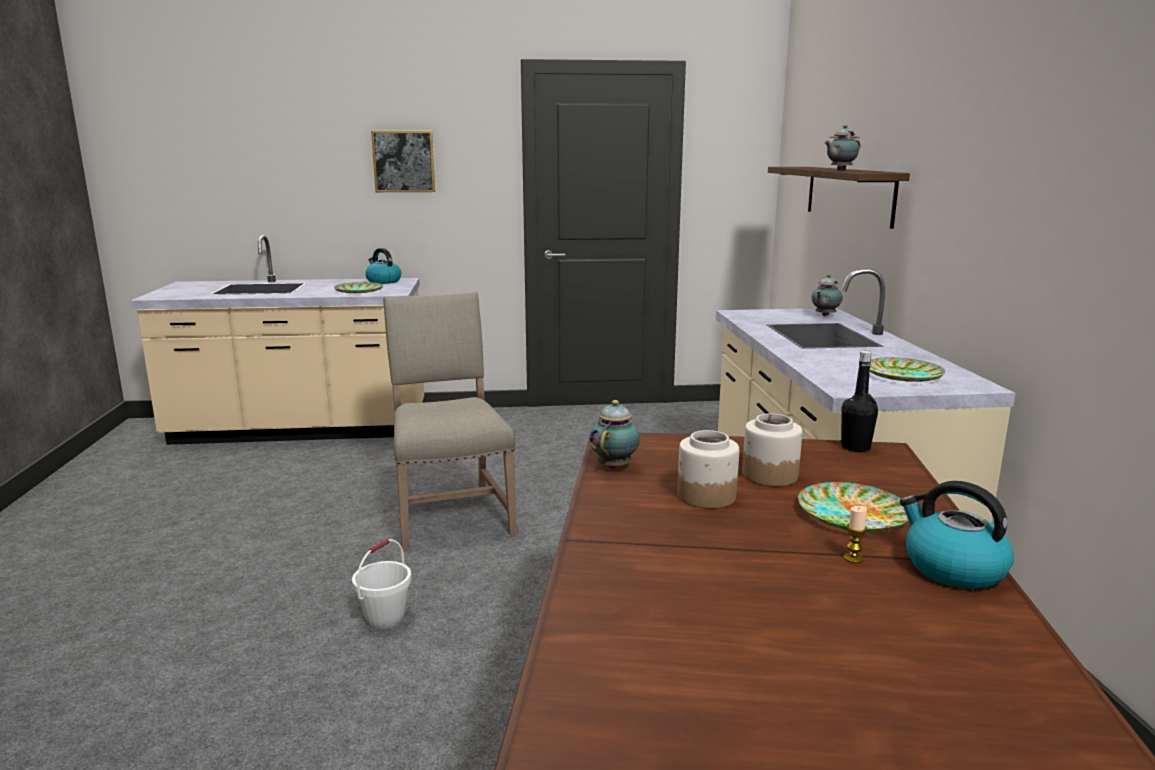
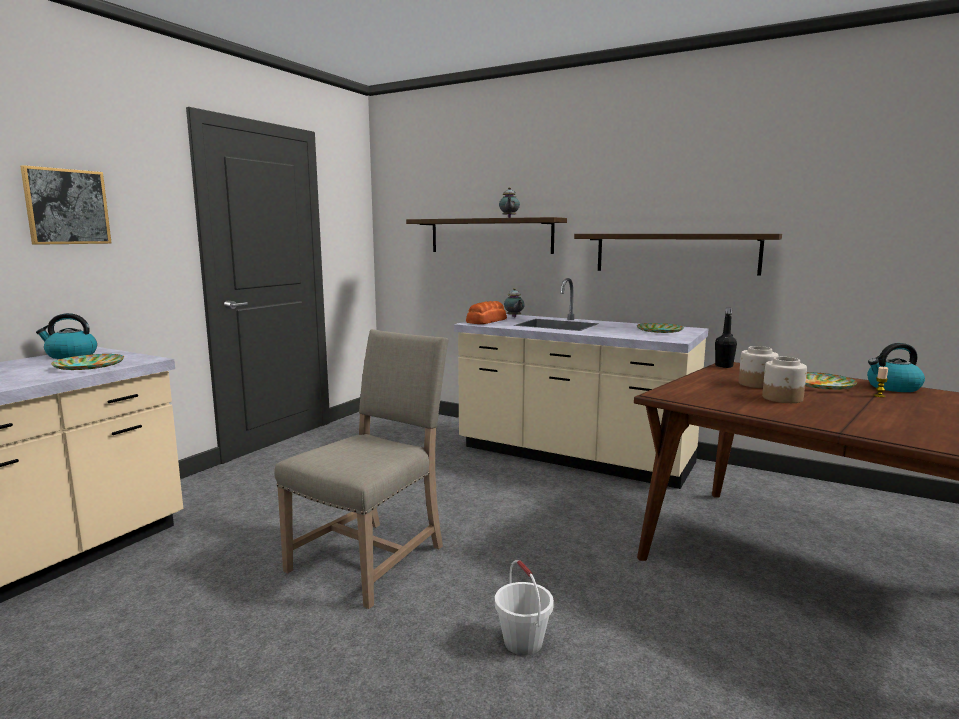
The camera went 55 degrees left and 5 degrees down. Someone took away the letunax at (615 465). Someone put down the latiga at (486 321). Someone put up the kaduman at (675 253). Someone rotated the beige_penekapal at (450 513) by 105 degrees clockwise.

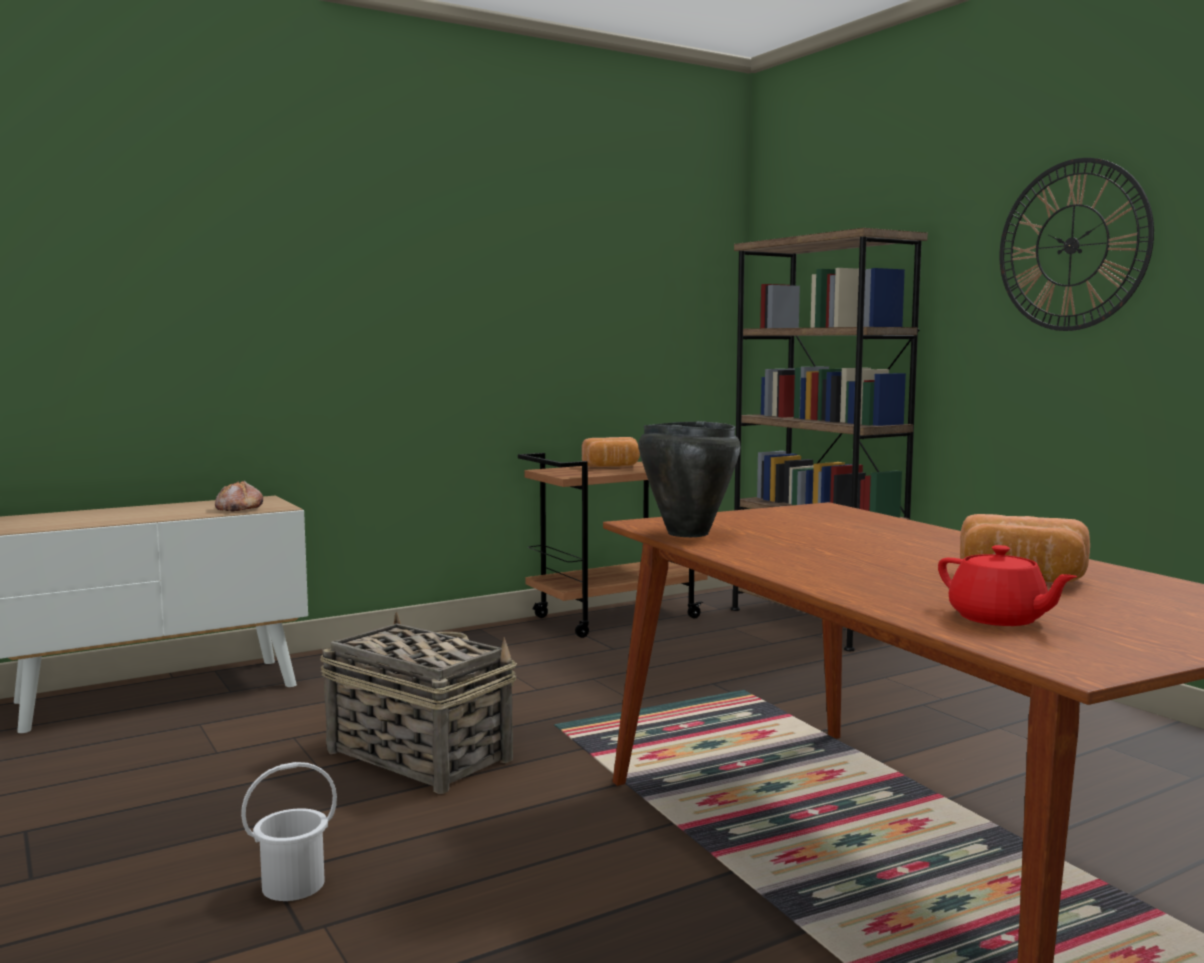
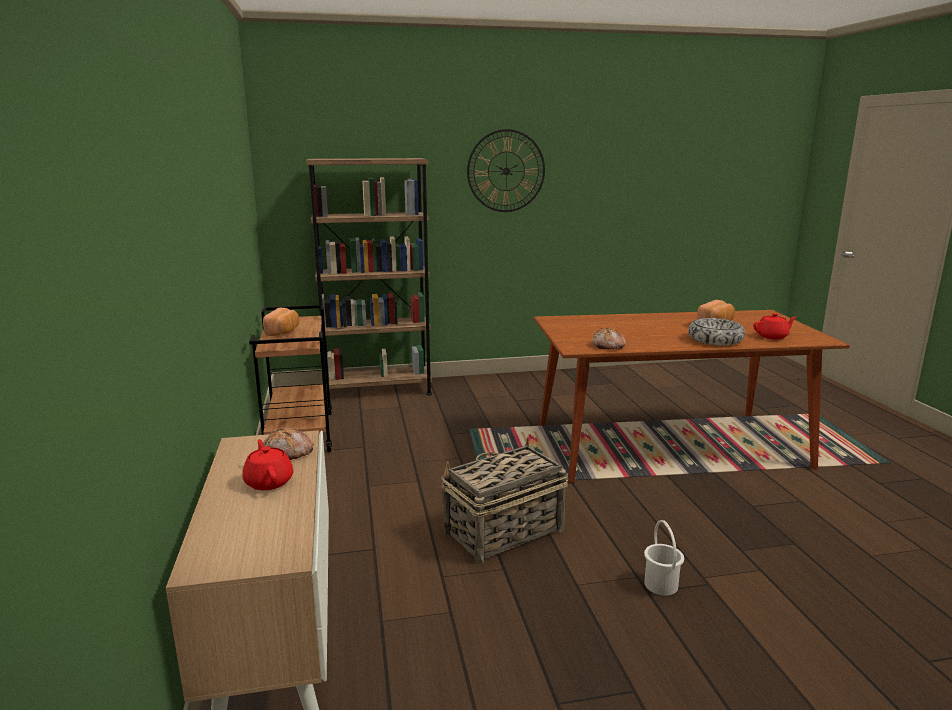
The camera went 70 degrees left and 10 degrees up. Someone put down the red_letunax at (269 481). Someone put down the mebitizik at (715 340). Someone swapped the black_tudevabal at (687 533) for the latiga at (608 346).

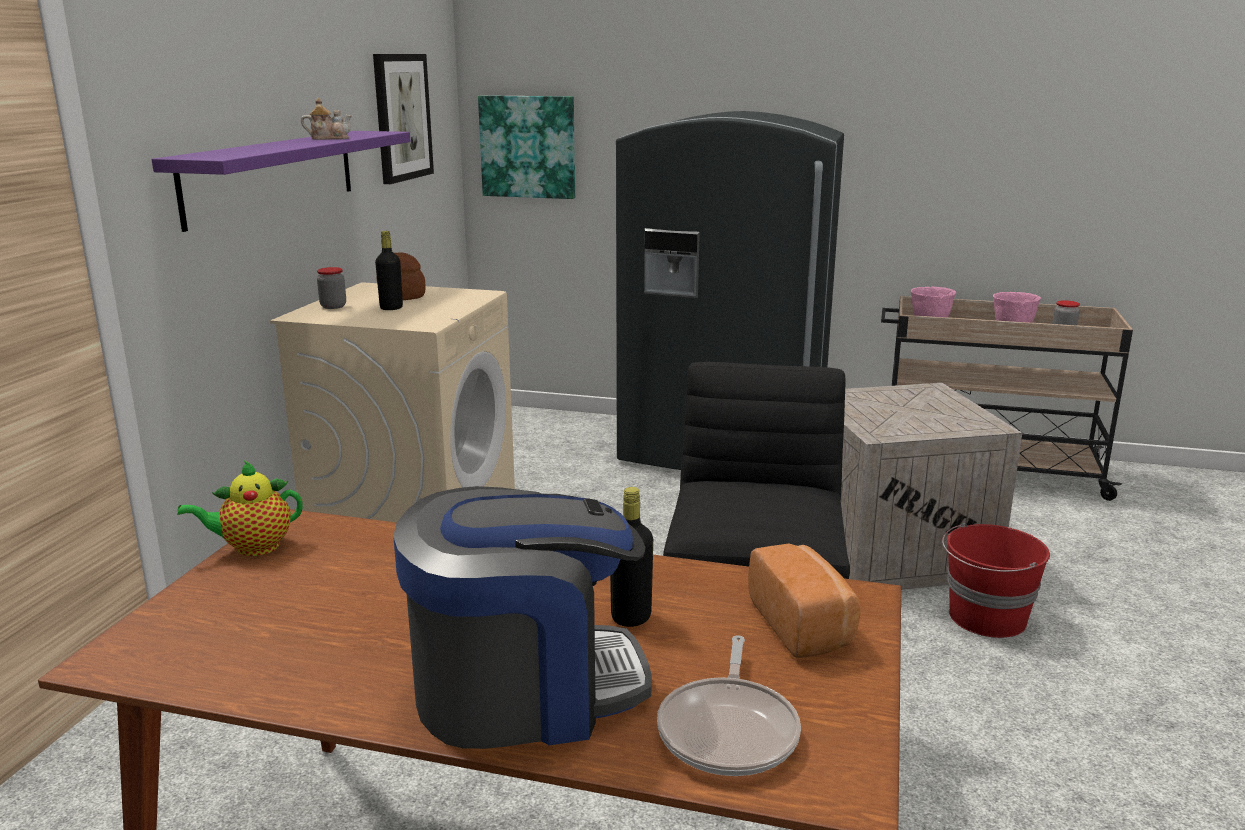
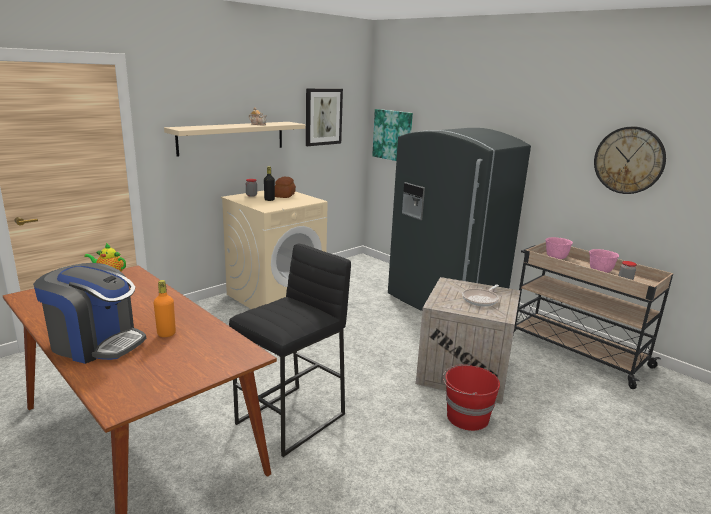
The camera went 30 degrees right and 0 degrees up. Someone took away the latiga at (803 625). Someone put up the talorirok at (629 160). Someone carried the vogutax from (729 730) to (481 299). Someone repainted the purple_kaduman at (272 175), which became the beige_kaduman at (232 138). Someone repainted the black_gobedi at (631 617), which became the orange_gobedi at (166 334).

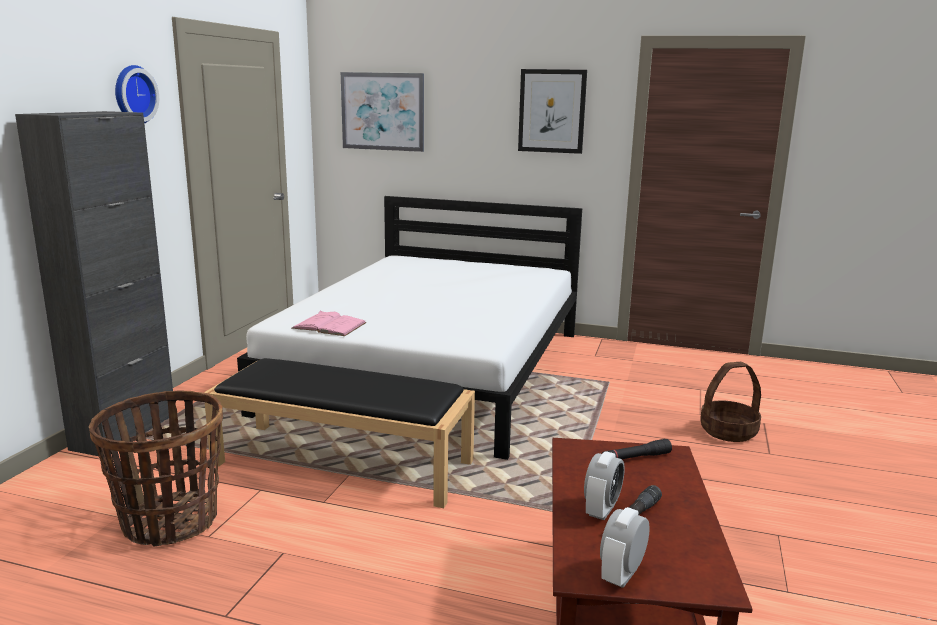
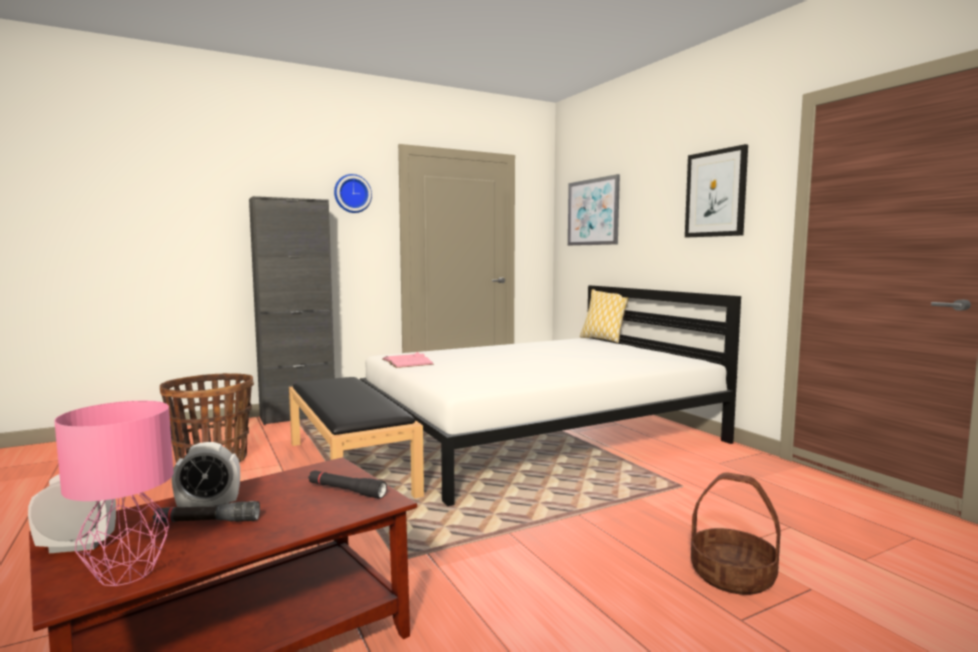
The camera went 45 degrees right and 10 degrees down. Someone put down the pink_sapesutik at (124 573). Someone put down the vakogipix at (603 340).

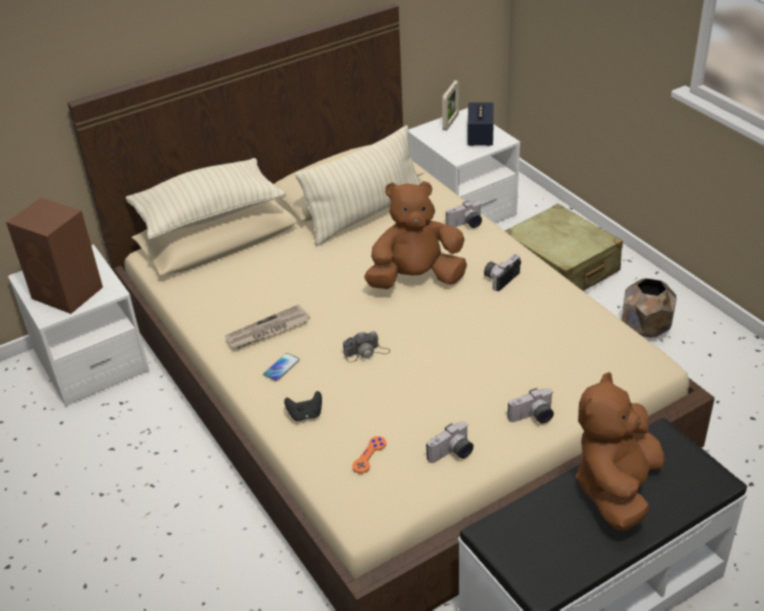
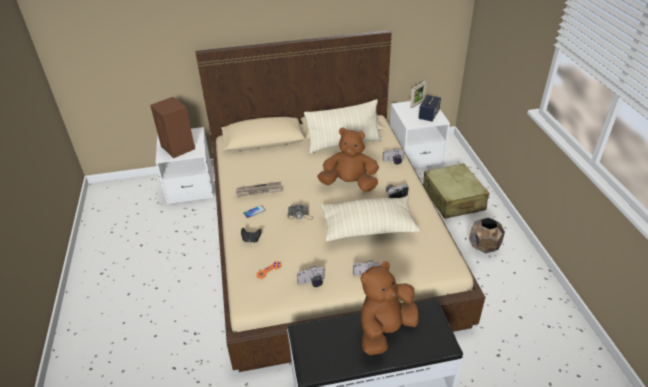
The camera went 20 degrees right and 0 degrees up. Someone carried the beige_vakogipix from (208 214) to (368 228).

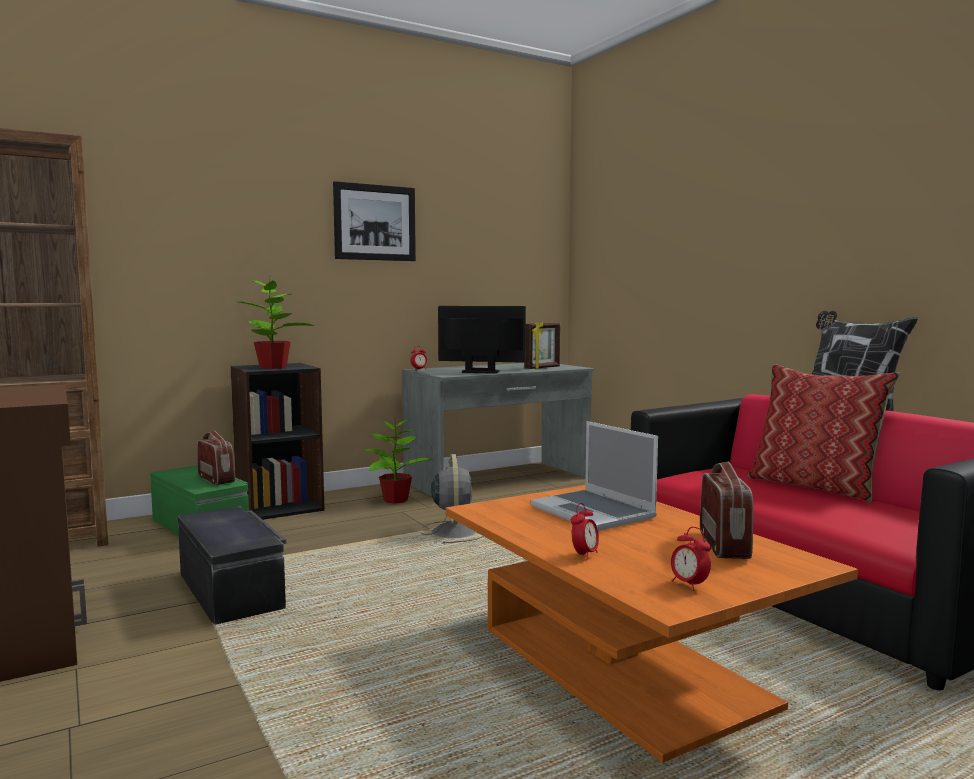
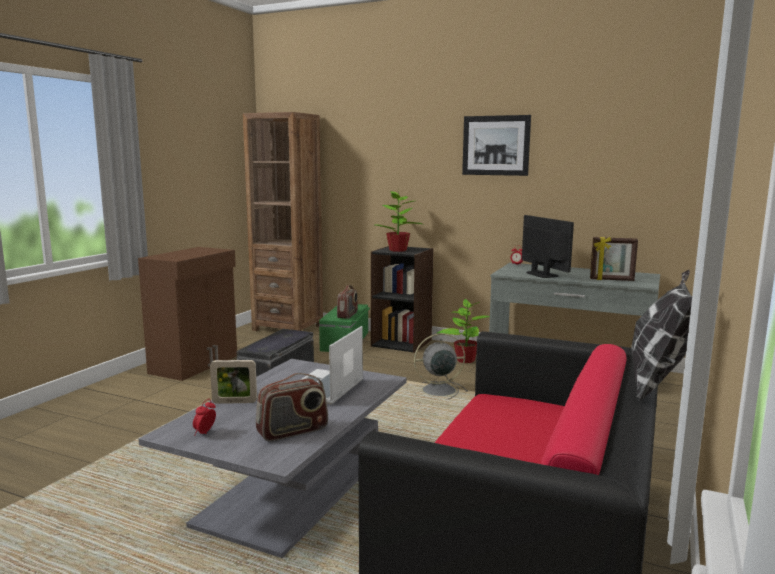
The camera went 55 degrees right and 5 degrees up. Someone took away the vakogipix at (815 486). Someone swapped the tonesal at (584 555) for the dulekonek at (234 402). Someone repainted the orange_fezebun at (622 667), which became the grey_fezebun at (291 492). Someone rotated the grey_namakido at (453 531) by 150 degrees counterclockwise.

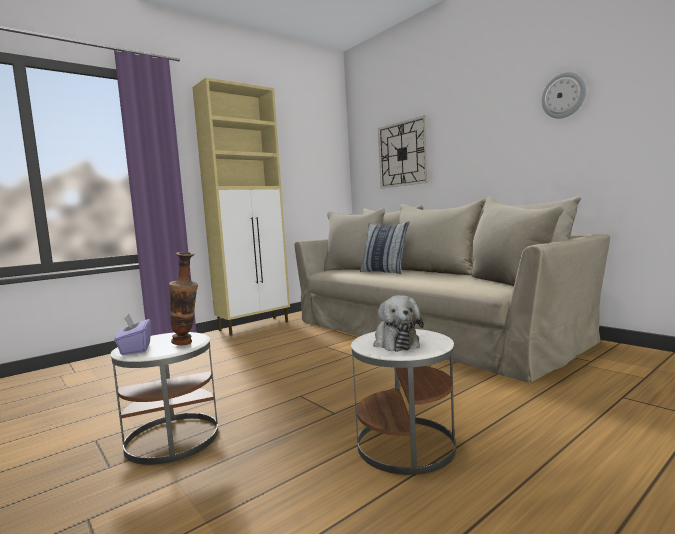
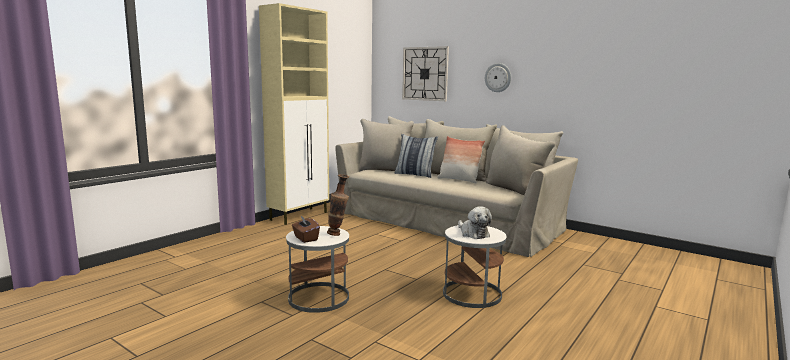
The camera went 15 degrees left and 5 degrees up. Someone put down the vakogipix at (459 180). Someone carried the talorirok from (563 95) to (498 77). Someone repainted the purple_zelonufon at (135 349), which became the brown_zelonufon at (305 238).

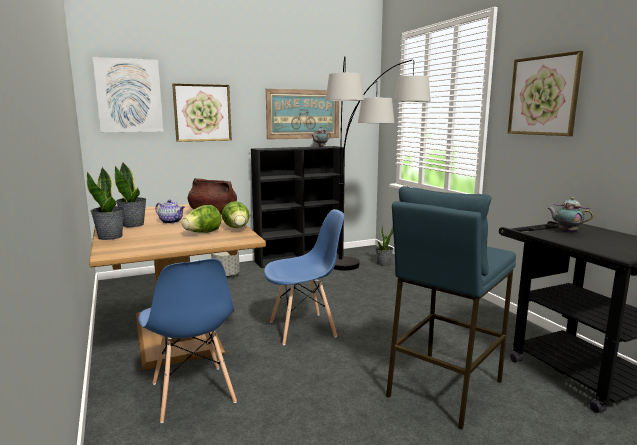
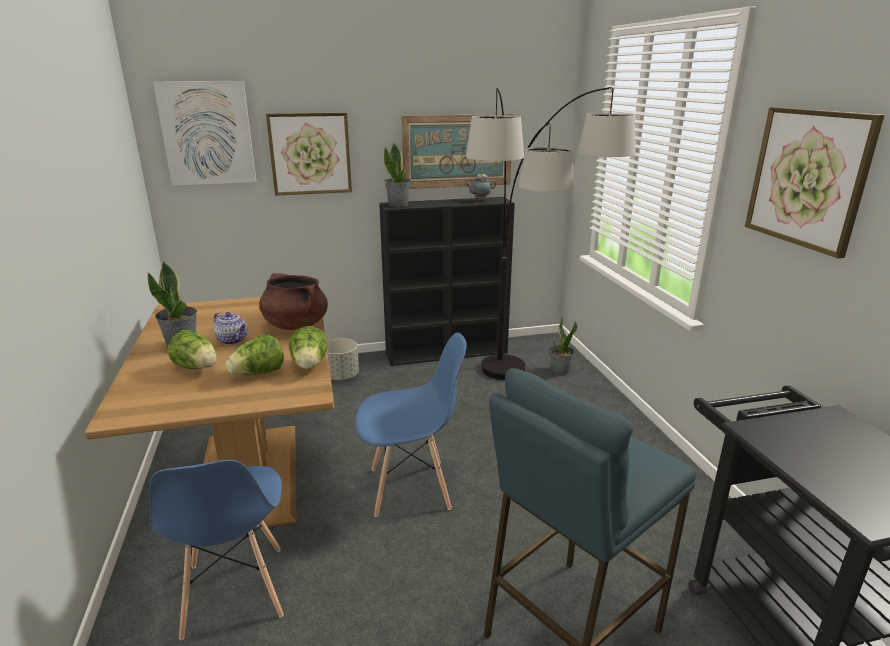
The camera went 10 degrees right and 10 degrees up. Someone took away the letunax at (566 231). Someone put down the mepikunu at (197 367). Someone carried the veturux from (110 237) to (398 205).

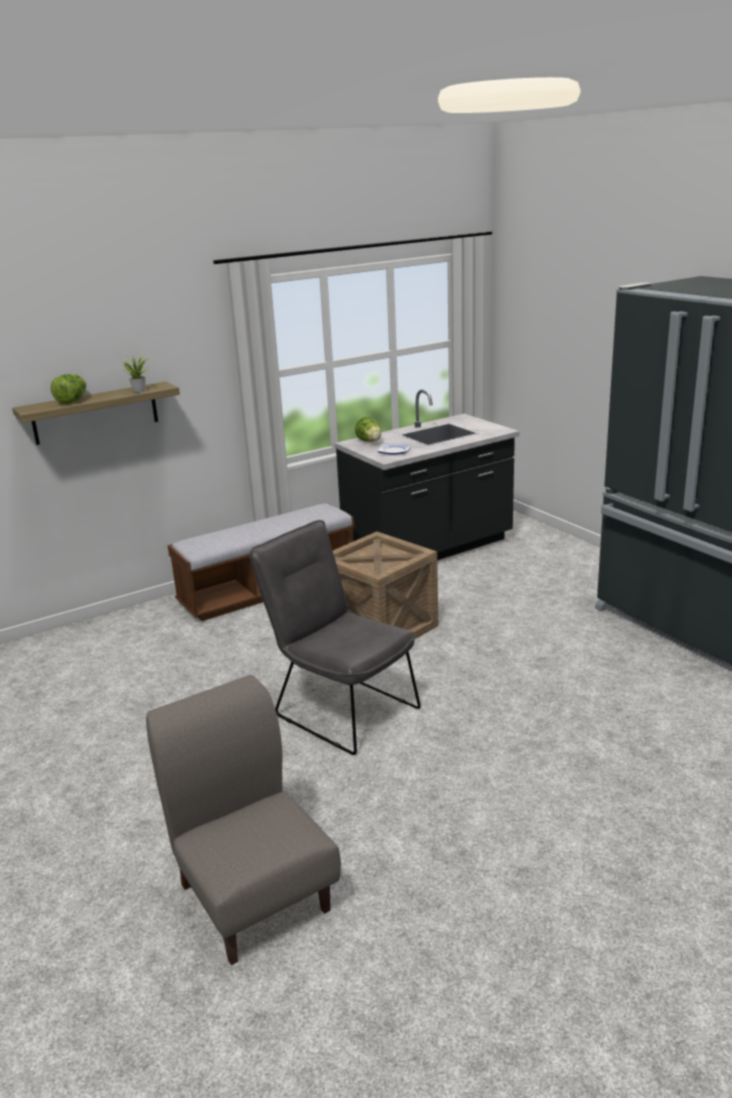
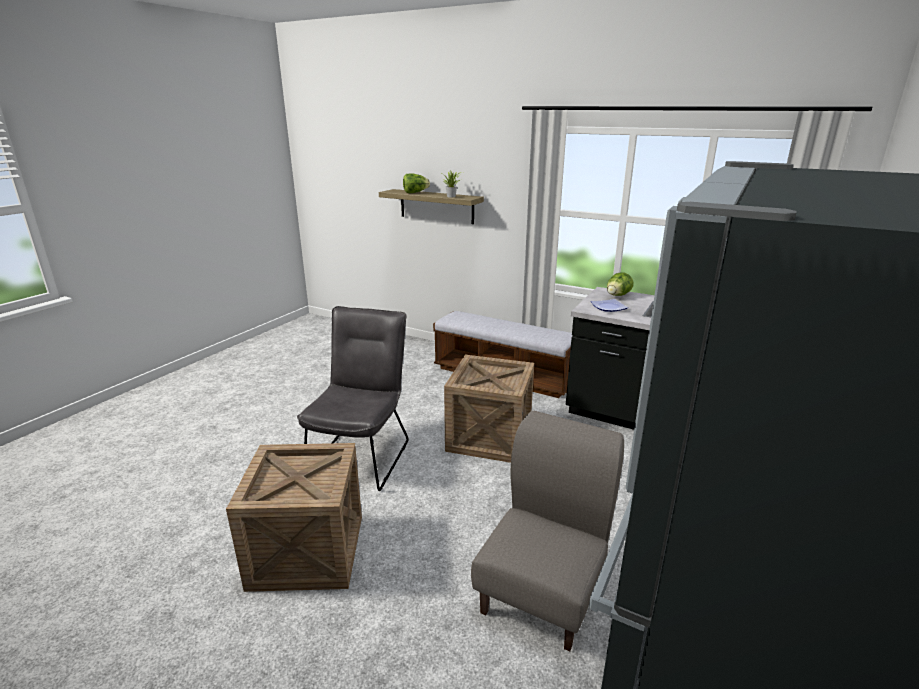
The camera went 60 degrees right and 0 degrees up. Someone put down the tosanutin at (307 551). Someone carried the grey_penekapal from (254 896) to (543 592).

